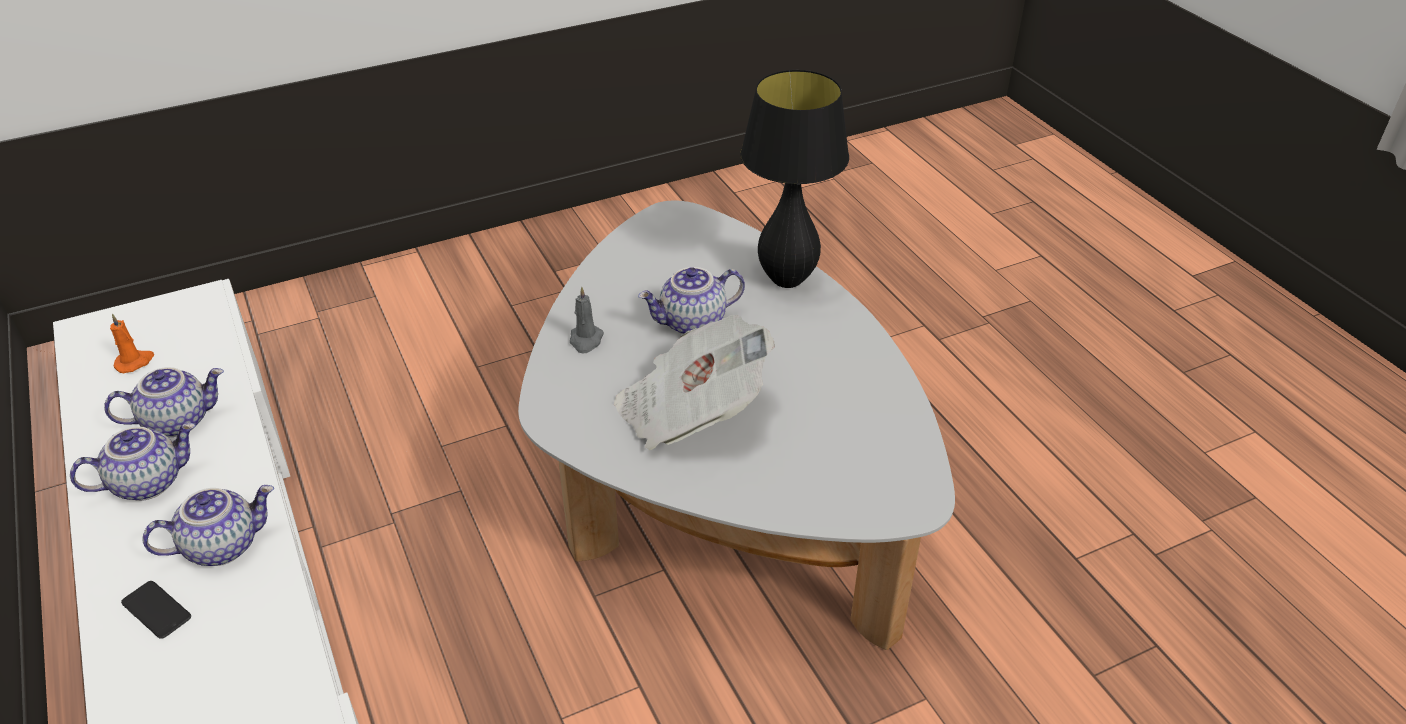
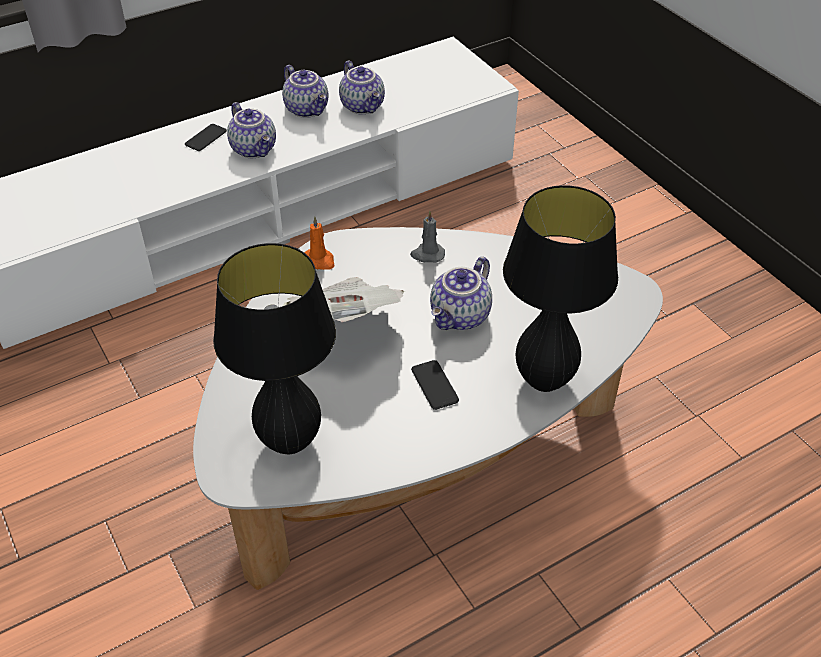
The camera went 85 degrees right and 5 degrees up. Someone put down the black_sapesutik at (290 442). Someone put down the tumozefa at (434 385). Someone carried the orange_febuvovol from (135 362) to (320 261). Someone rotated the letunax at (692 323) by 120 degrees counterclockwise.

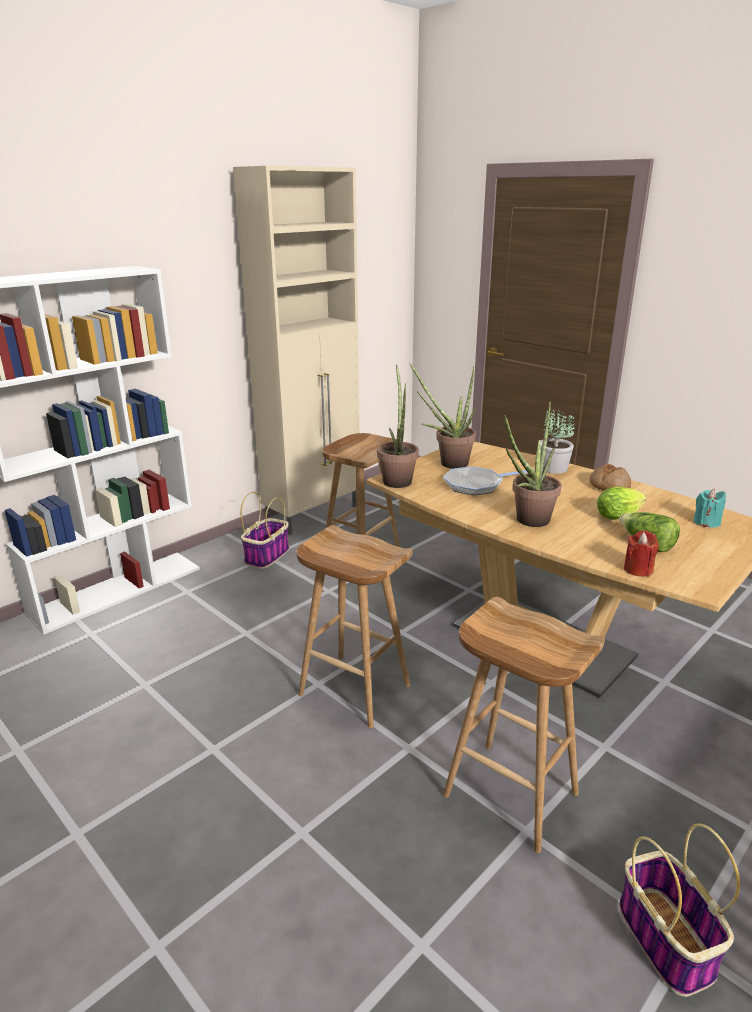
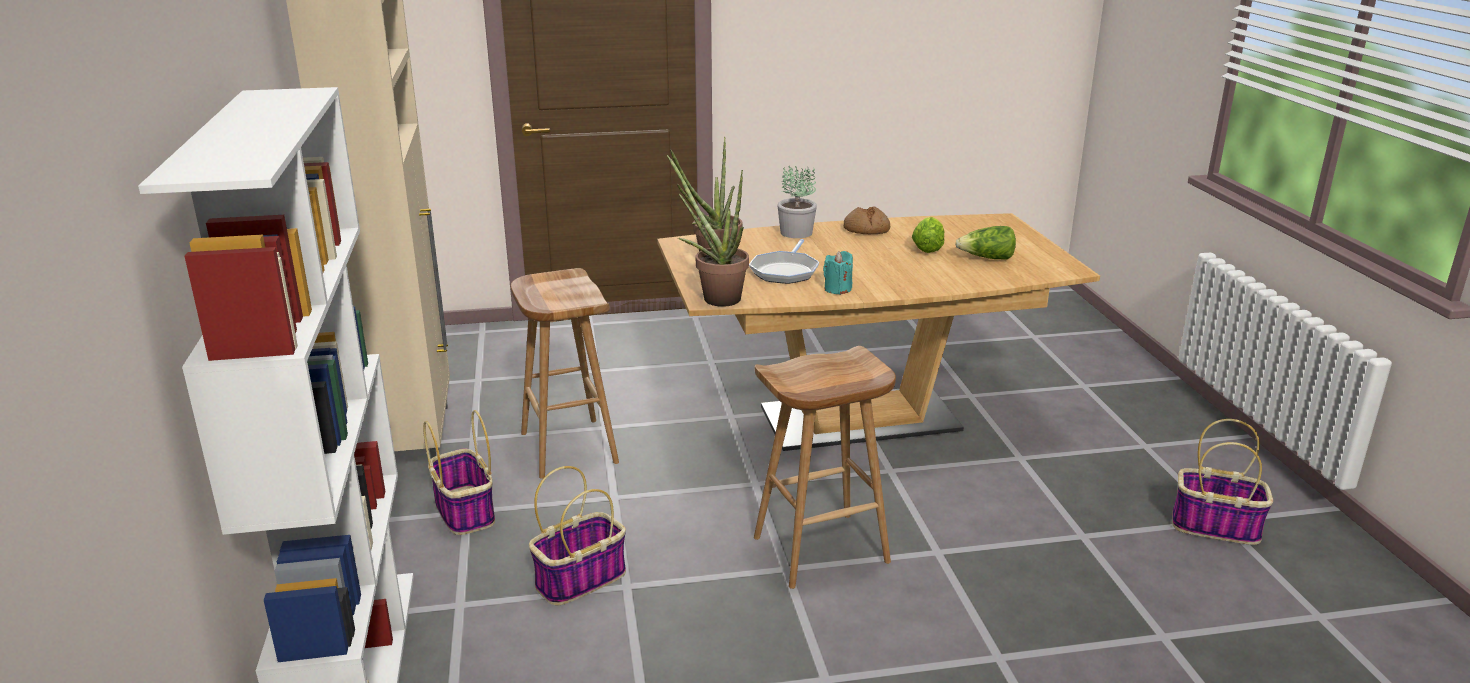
The camera went 55 degrees left and 0 degrees up. Someone took away the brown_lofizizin at (508 794). Someone took away the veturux at (528 522). Someone took away the red_febuvovol at (638 569). Someone put down the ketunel at (581 579). Someone carried the turquoise_febuvovol from (706 522) to (837 289).

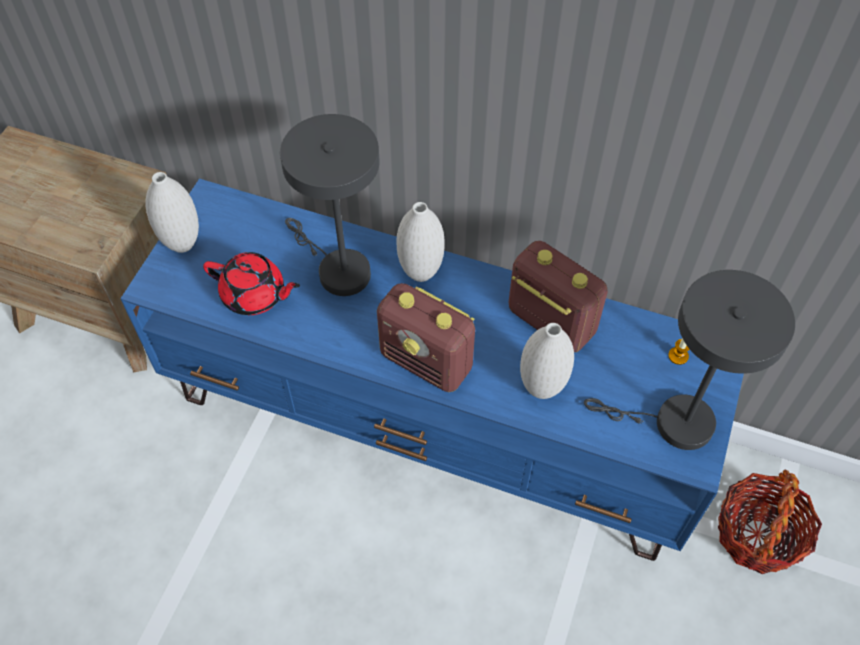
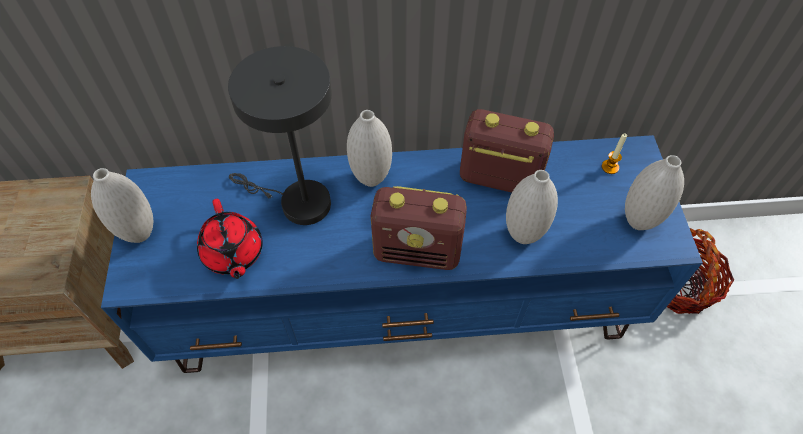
The camera went 25 degrees left and 0 degrees up. Someone swapped the grey_sapesutik at (673 423) for the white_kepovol at (638 221). Someone rotated the red_letunax at (255 295) by 75 degrees clockwise.

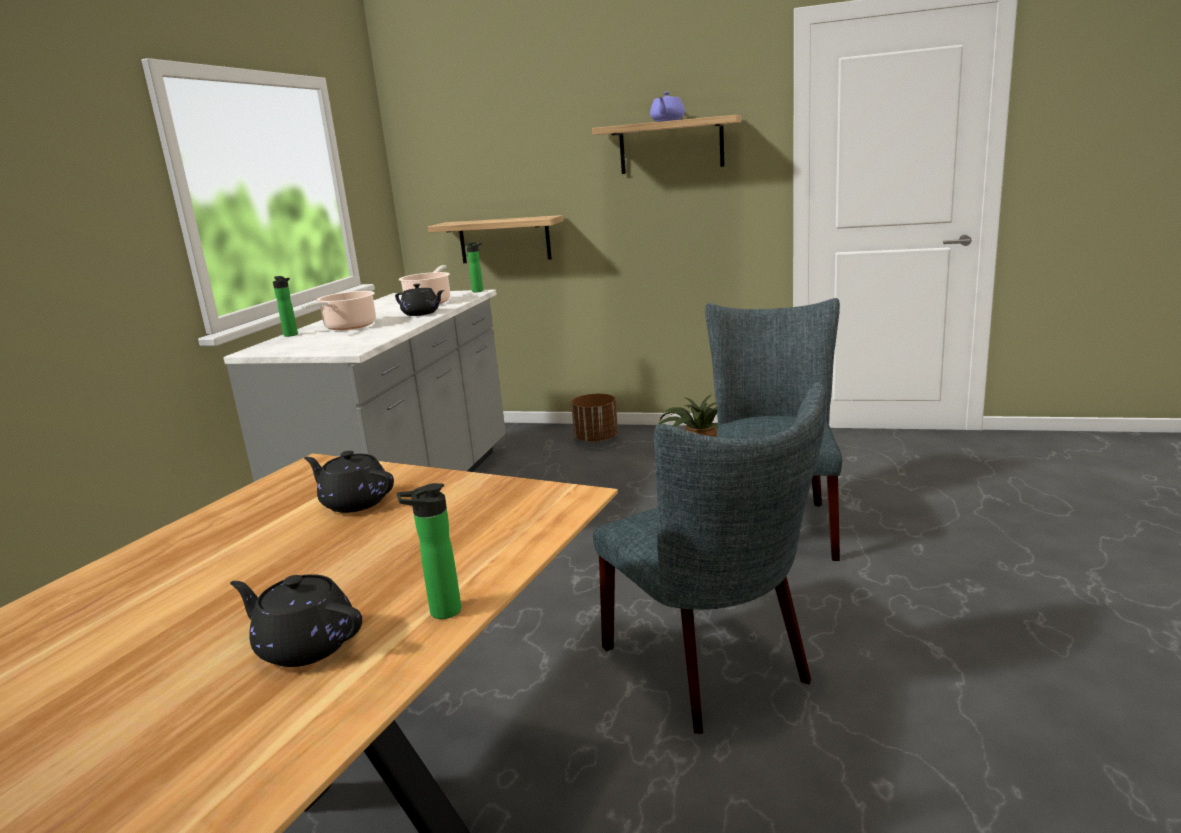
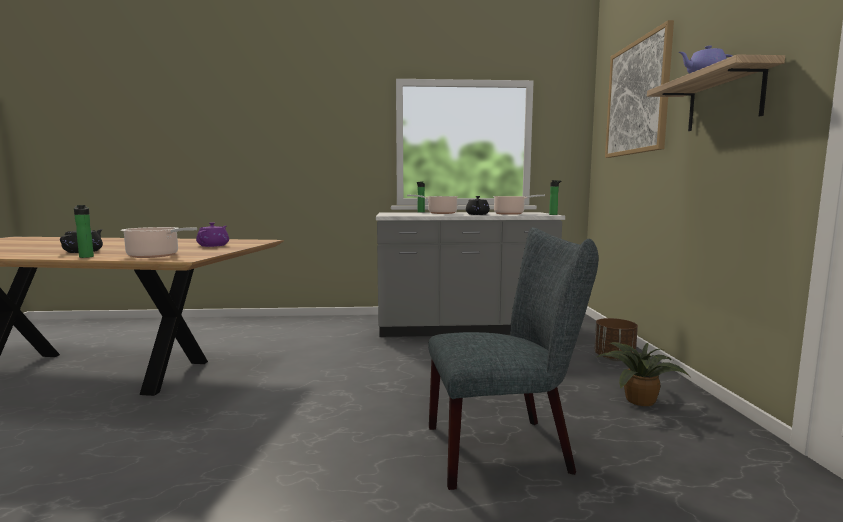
The camera went 70 degrees right and 10 degrees down. Someone took away the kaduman at (504 240). Someone took away the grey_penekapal at (714 669). Someone put down the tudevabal at (155 256). Someone put up the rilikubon at (637 98). Someone repainted the black_letunax at (354 502), which became the purple_letunax at (214 245).

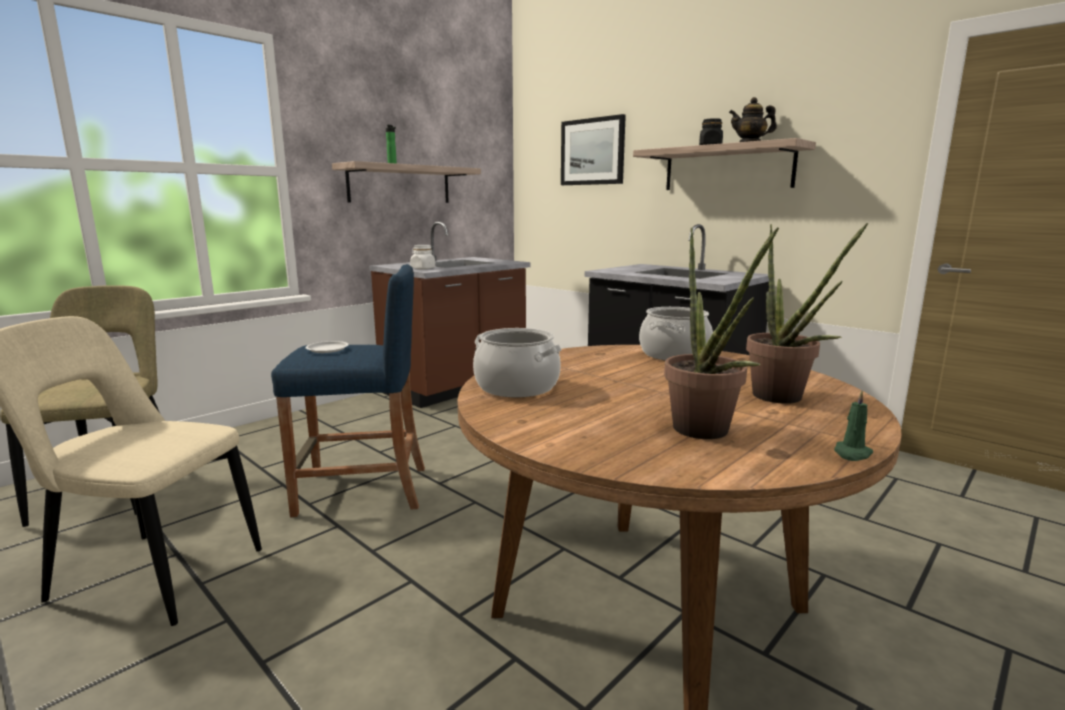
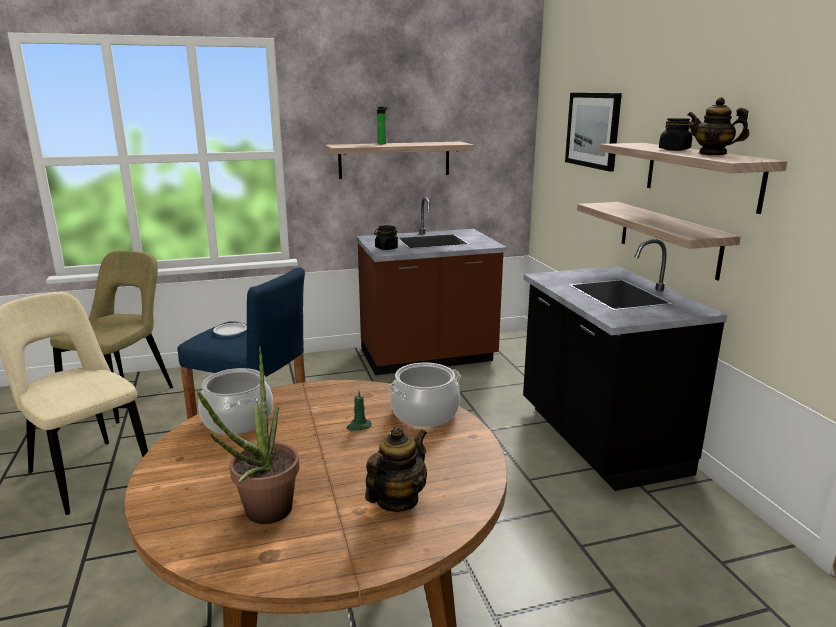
The camera went 30 degrees right and 5 degrees up. Someone put up the kaduman at (668 238). Someone carried the green_febuvovol from (852 453) to (358 426). Someone swapped the veturux at (784 399) for the letunax at (397 500). Someone repainted the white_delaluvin at (423 268), which became the black_delaluvin at (386 248).

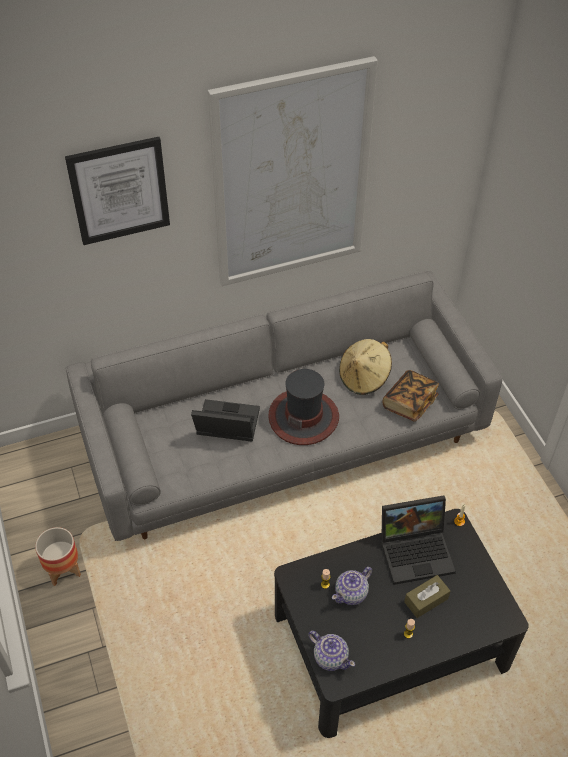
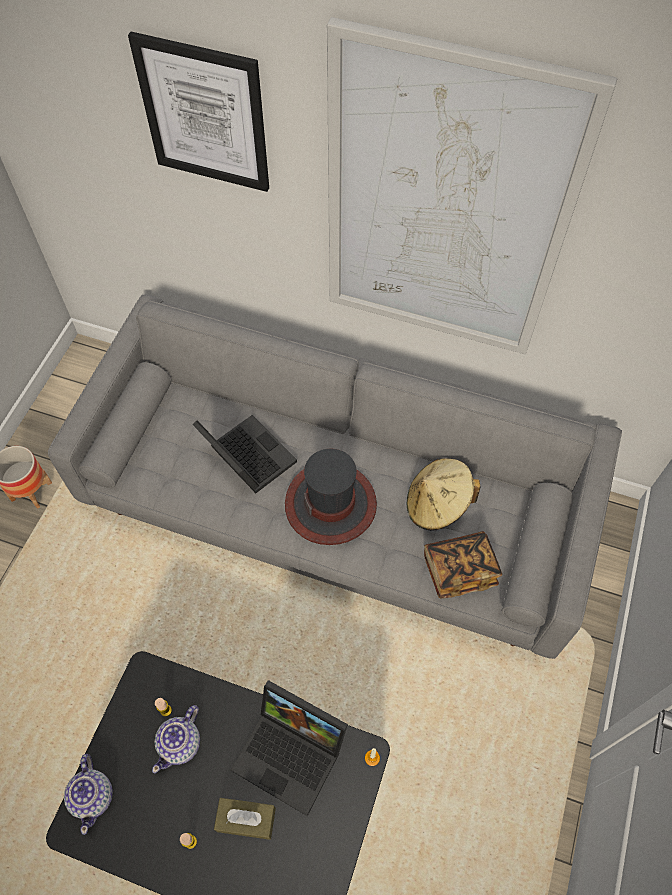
The camera went 40 degrees right and 10 degrees up. Someone rotated the letunax at (351 593) by 60 degrees counterclockwise.

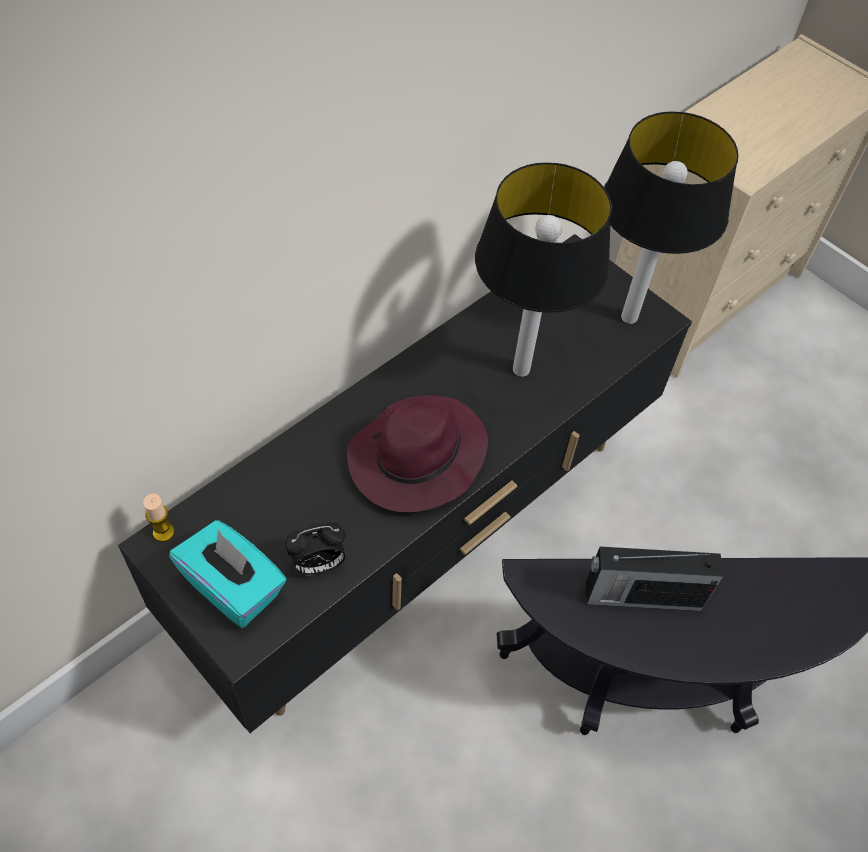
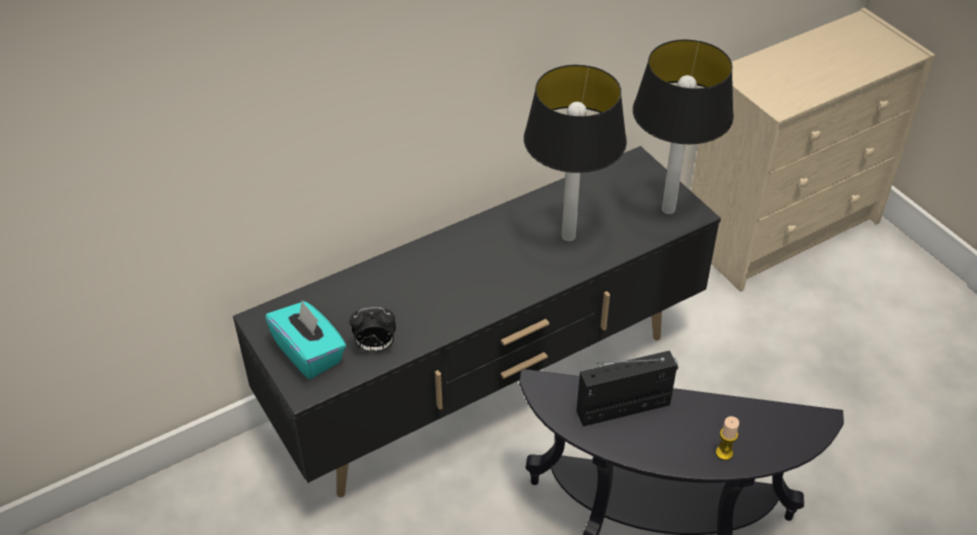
The camera went 15 degrees right and 10 degrees down. Someone took away the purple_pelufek at (416 459). Someone carried the febuvovol from (163 532) to (724 453). Someone rotated the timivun at (640 595) by 150 degrees clockwise.

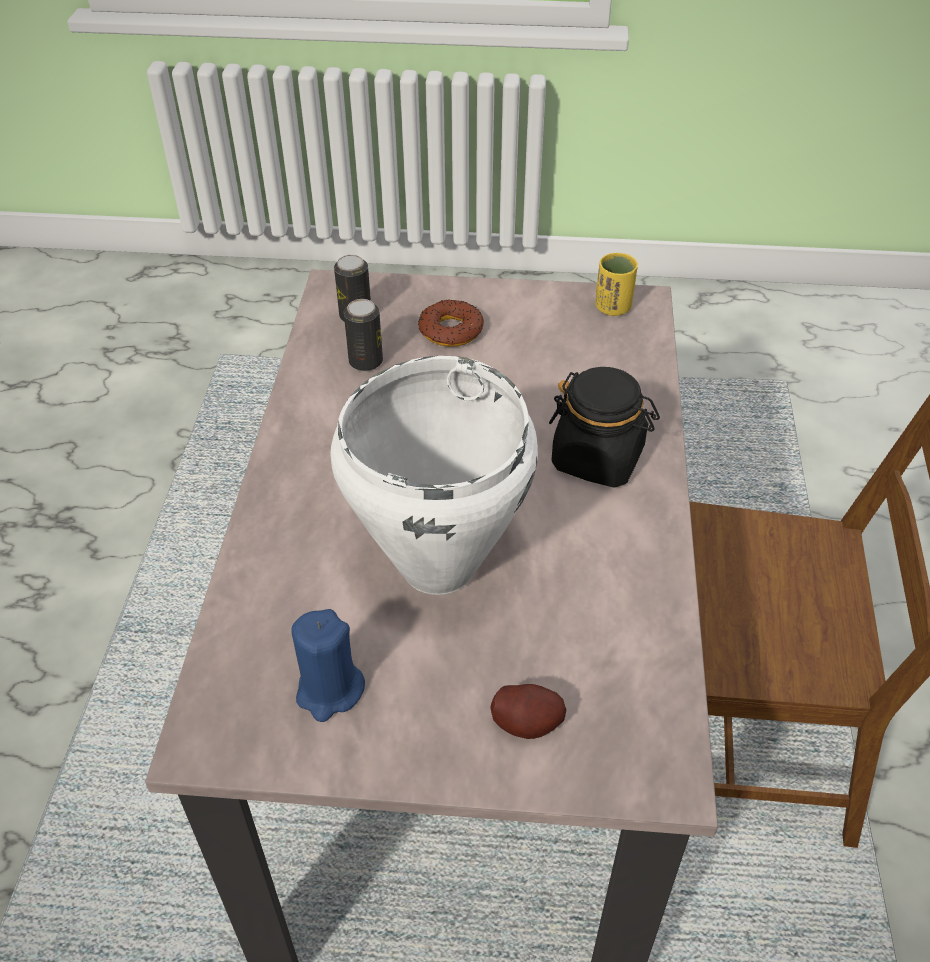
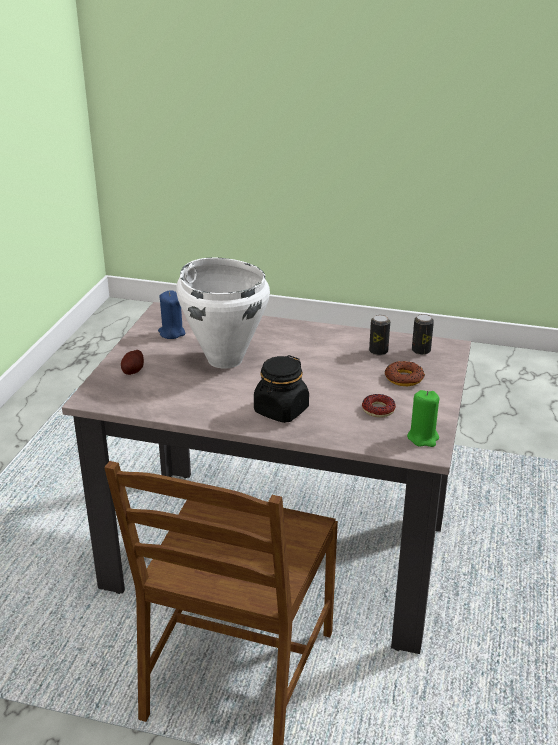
The camera went 100 degrees right and 15 degrees down. Someone put down the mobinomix at (378 410). Someone swapped the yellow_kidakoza at (613 307) for the green_febuvovol at (423 438).

